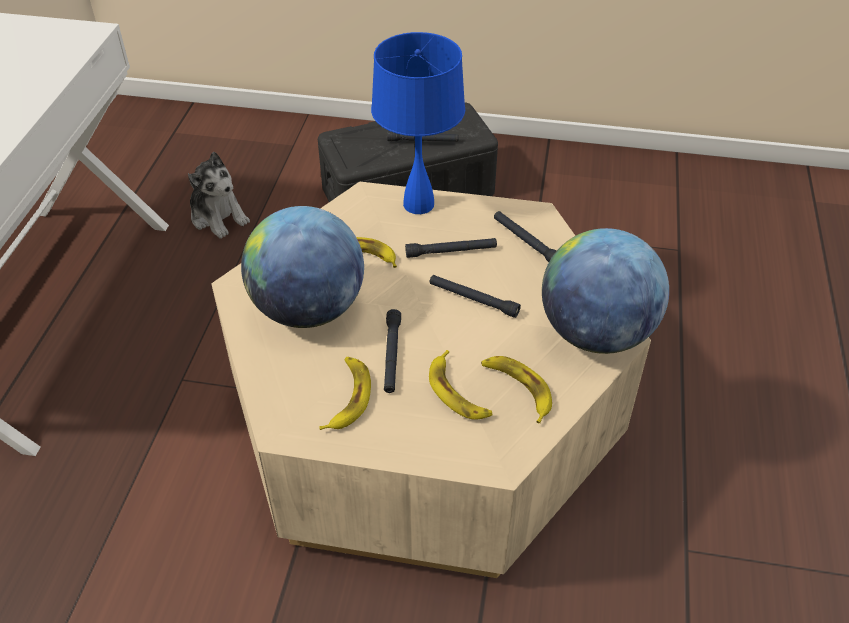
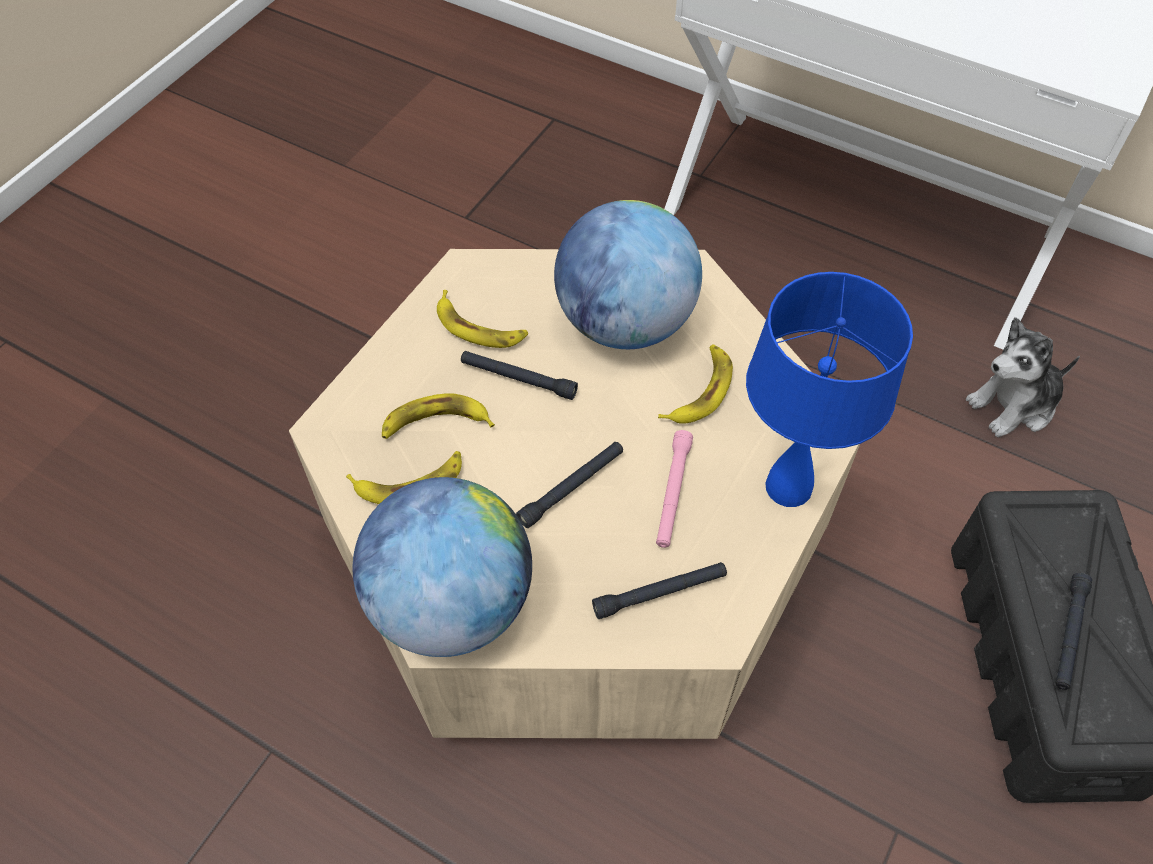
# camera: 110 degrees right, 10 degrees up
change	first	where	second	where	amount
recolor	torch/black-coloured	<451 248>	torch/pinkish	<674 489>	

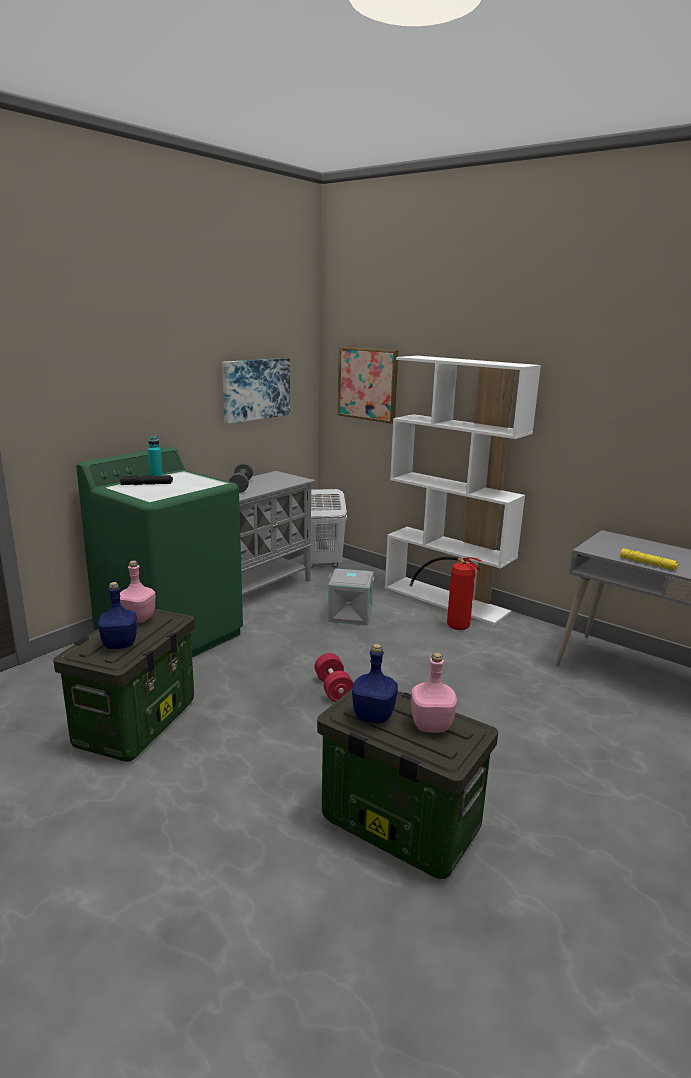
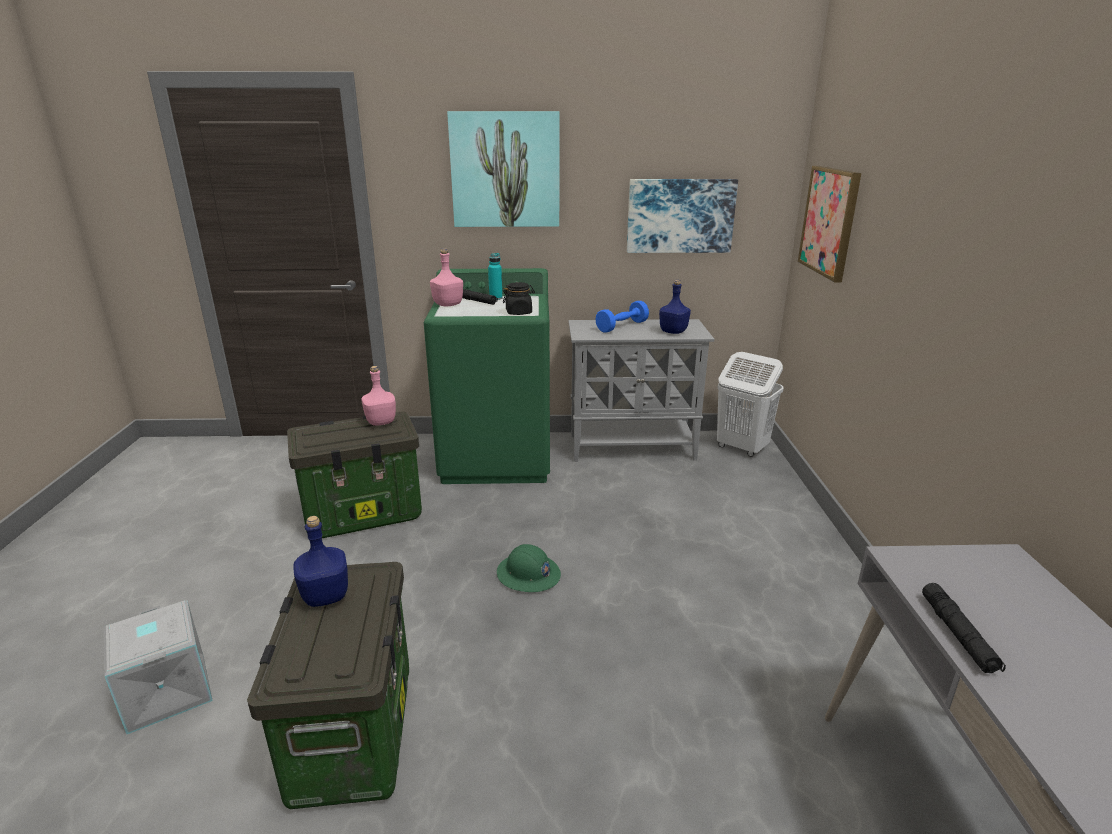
# camera: 50 degrees right, 5 degrees up
change	first	where	second	where	amount
move	storage container/greyish	<351 597>		<158 667>	
move	beverage bottle/pinkish	<434 692>		<446 277>	
insert			wall picture	<503 169>	
replace	free weight/reddish	<334 677>	safety helmet/green	<529 568>	
insert			storage jar/black-coloured	<519 298>	
recolor	free weight/greyish	<241 478>	free weight/blue	<622 317>	
move	beverage bottle/blue	<117 615>		<675 307>	
recolor	torch/yellow	<650 559>	torch/black-coloured	<964 628>	
delete	bookshelf/white	<463 490>			
delete	extinguisher	<445 593>			

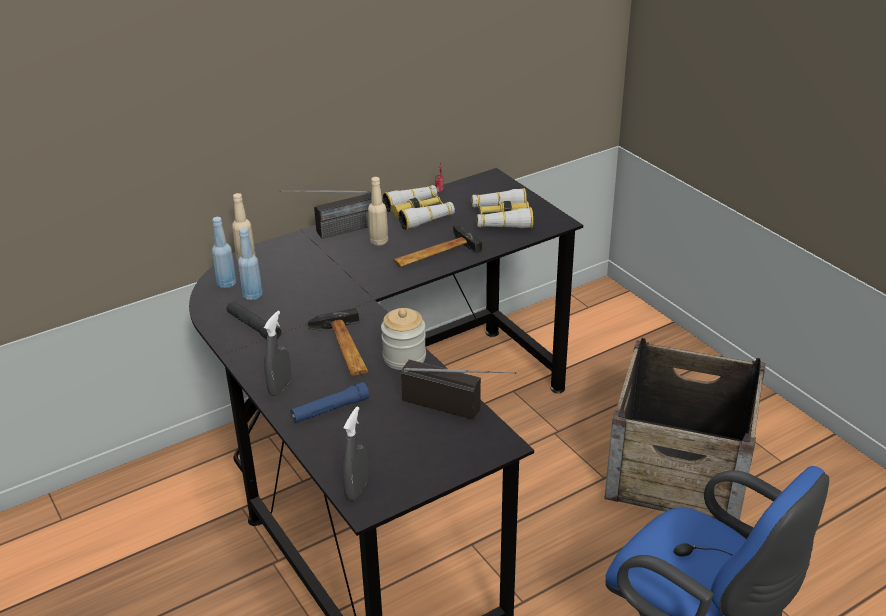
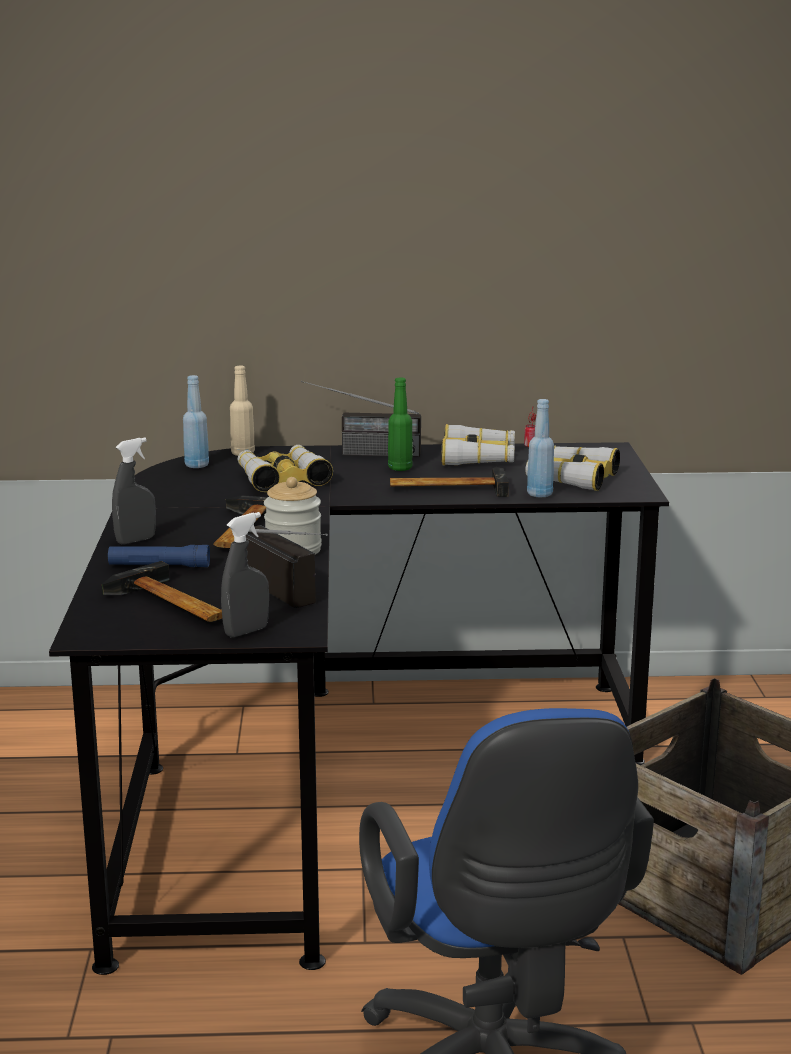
# camera: 30 degrees right, 15 degrees down
change	first	where	second	where	amount
insert			tool hammer	<162 591>	
move	sprayer/greyish	<355 454>		<245 574>	
insert			field glasses	<285 468>	
recolor	beverage bottle/beige-coloured	<378 211>	beverage bottle/green	<400 424>	
move	beverage bottle/blue	<250 264>		<540 448>	
delete	torch/black-coloured	<254 320>			

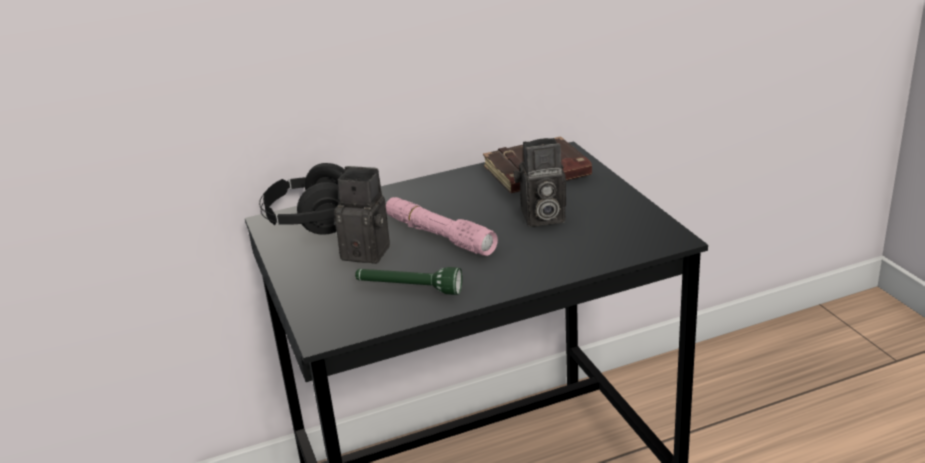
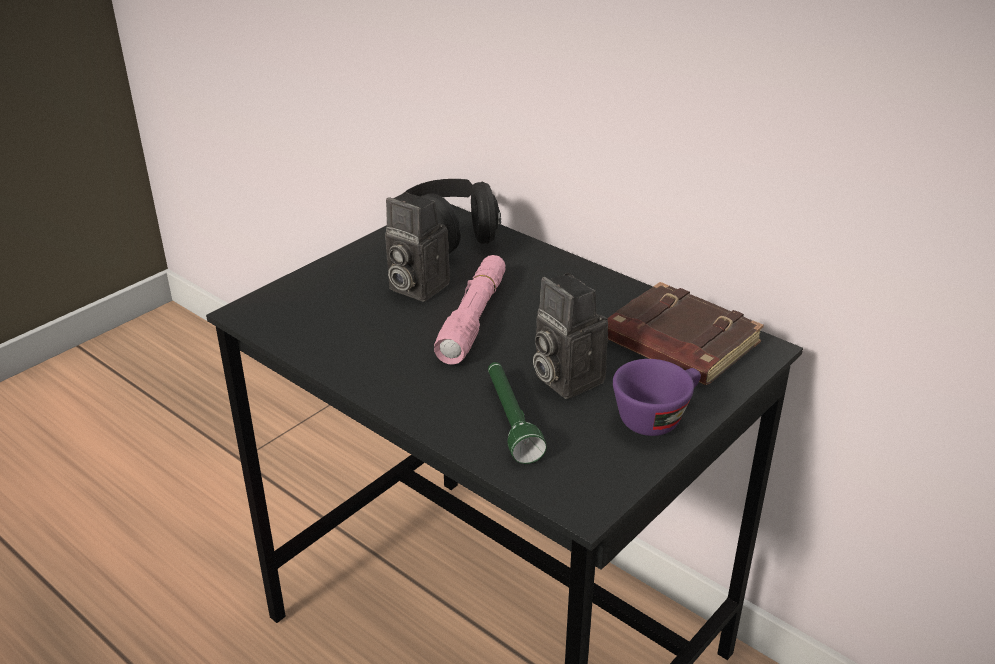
# camera: 60 degrees right, 5 degrees up
change	first	where	second	where	amount
rotate	still camera	<362 215>		<417 247>	135 degrees clockwise
move	torch/green	<408 281>		<517 413>	
insert			drinking cup/purple	<657 397>	

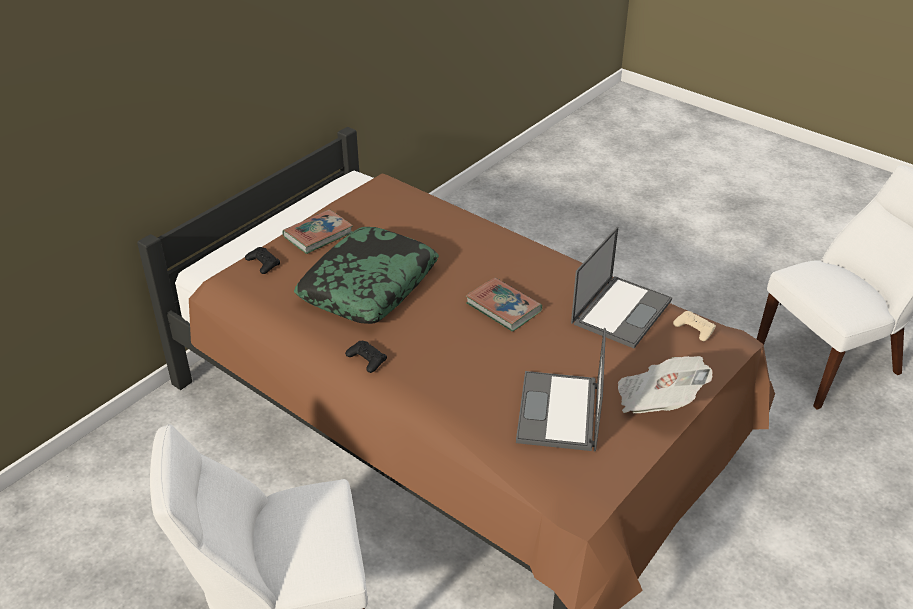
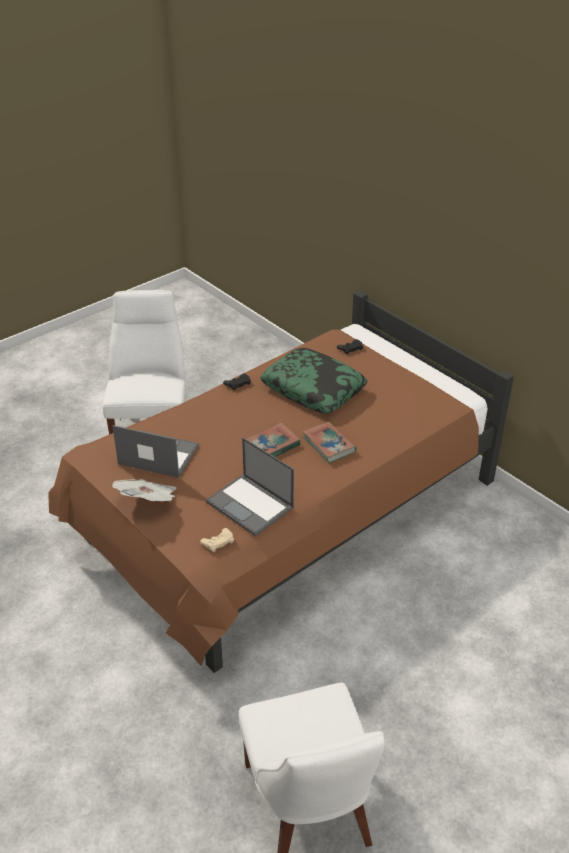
# camera: 100 degrees right, 0 degrees up
change	first	where	second	where	amount
move	volume	<317 231>		<329 442>	

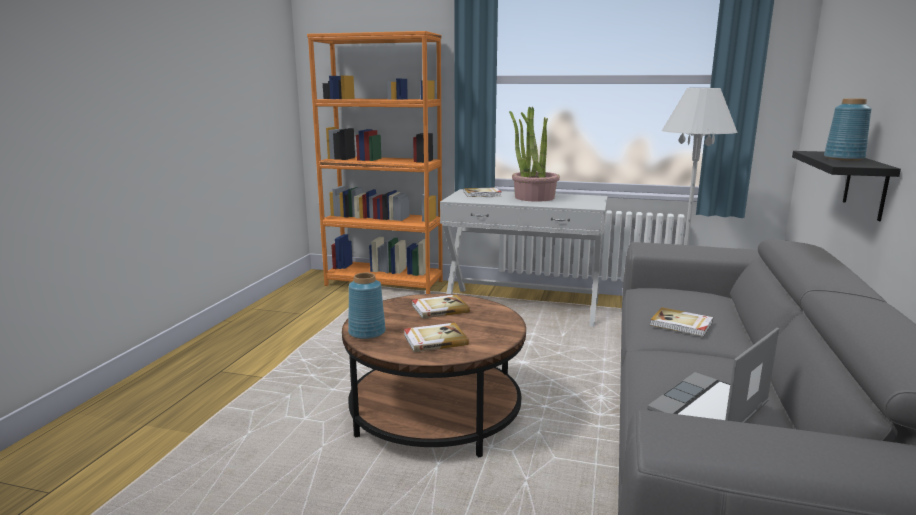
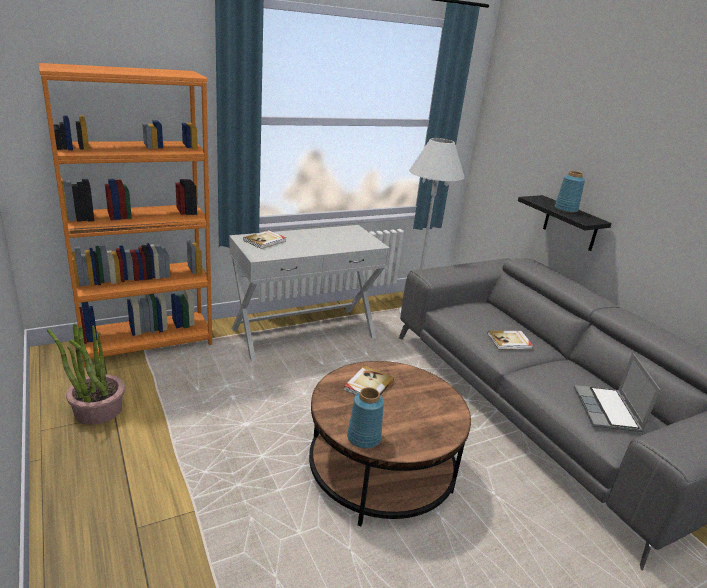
# camera: 45 degrees left, 10 degrees up
change	first	where	second	where	amount
move	houseplant	<534 154>		<86 374>	
delete	volume	<436 337>			

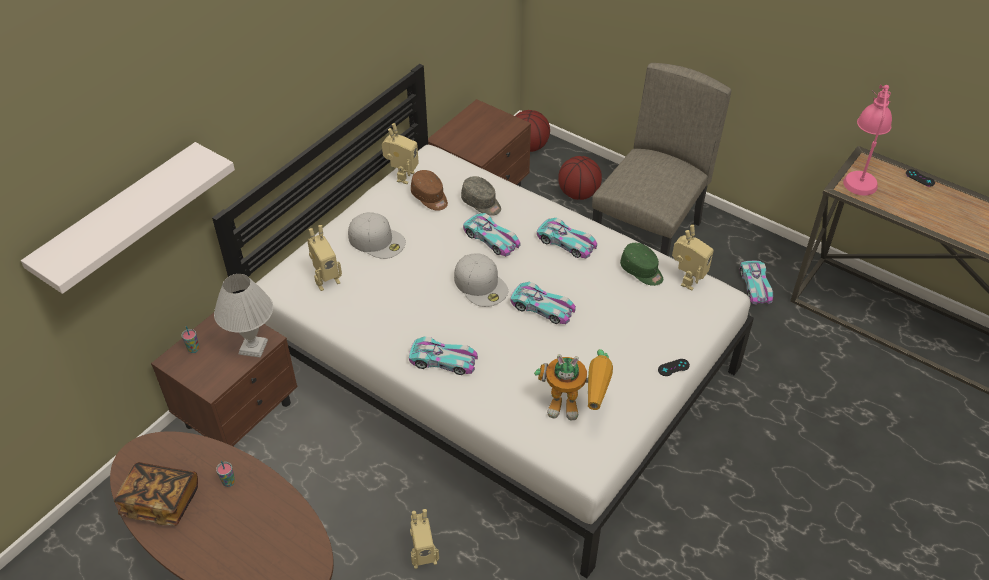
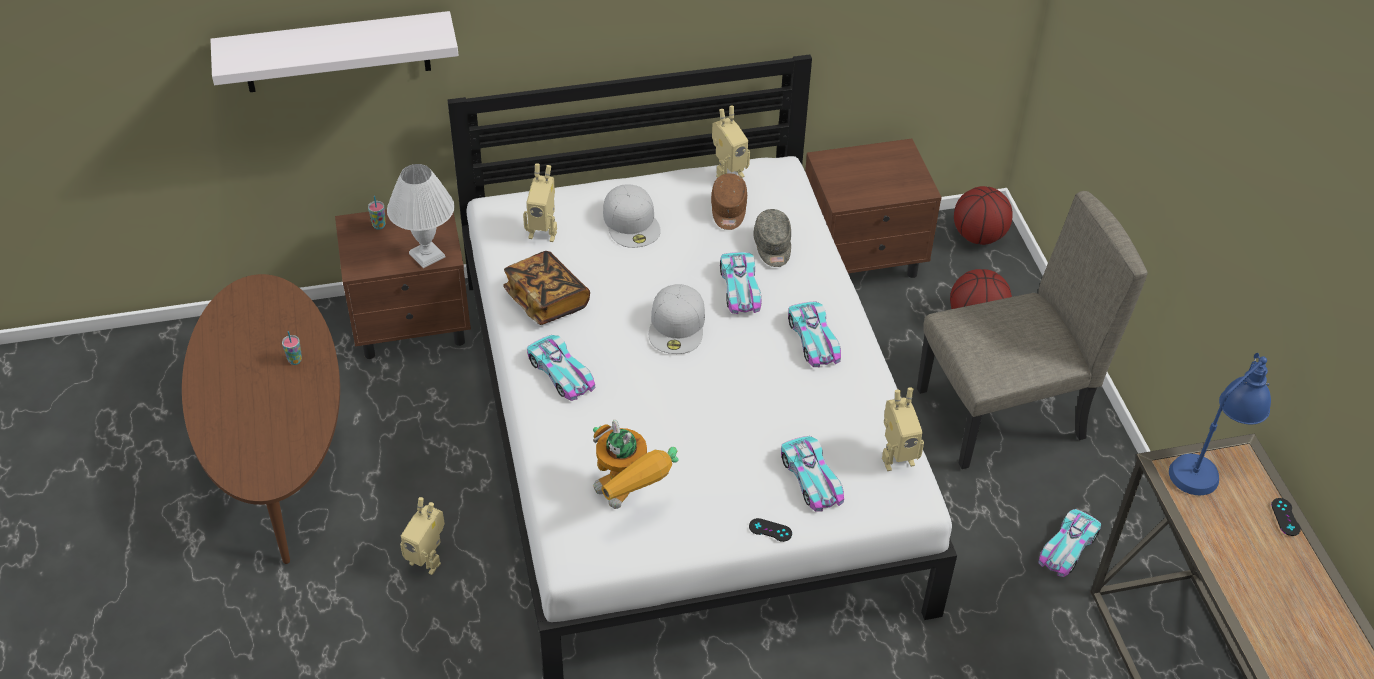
# camera: 40 degrees right, 0 degrees up
change	first	where	second	where	amount
move	volume	<156 494>		<546 288>	
move	miniature car	<543 303>		<812 474>	
recolor	lamp for a table/pinkish	<867 140>	lamp for a table/blue	<1220 424>	
delete	baseball cap/green	<641 264>			

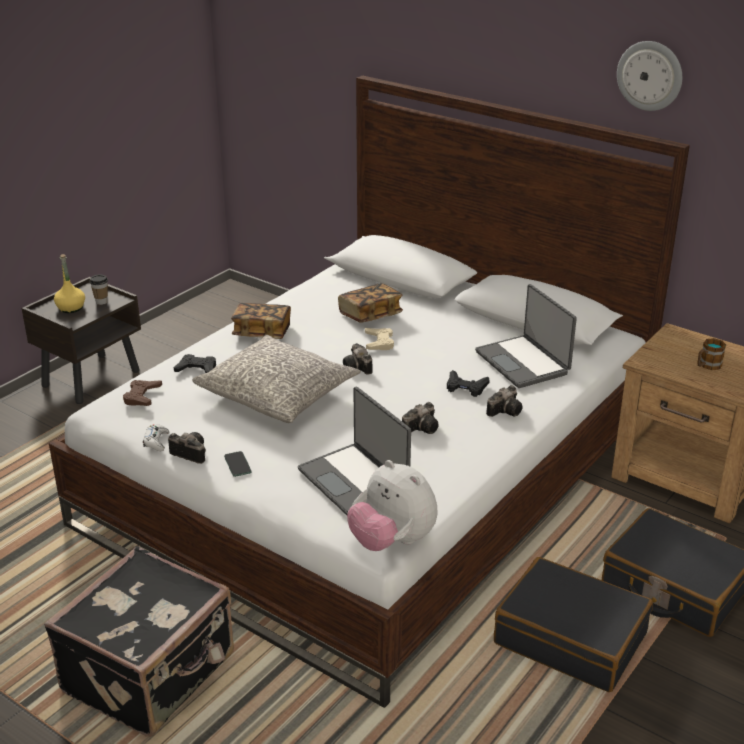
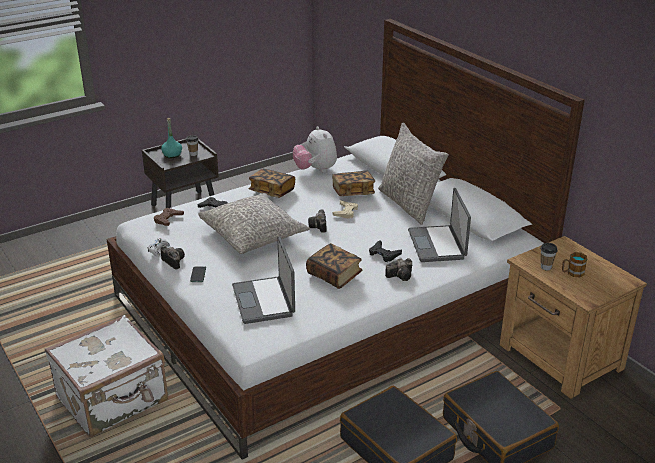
# camera: 20 degrees right, 0 degrees up
change	first	where	second	where	amount
recolor	travel case/black-coloured	<139 641>	travel case/white	<106 376>	
recolor	beverage bottle/yellow	<69 283>	beverage bottle/turquoise	<171 138>	
move	cuddly toy	<392 505>		<315 149>	
replace	still camera	<420 418>	volume	<334 266>	
insert			throw pillow/greyish	<413 174>	
insert			drinking cup	<549 256>	
delete	hanging clock	<649 76>			

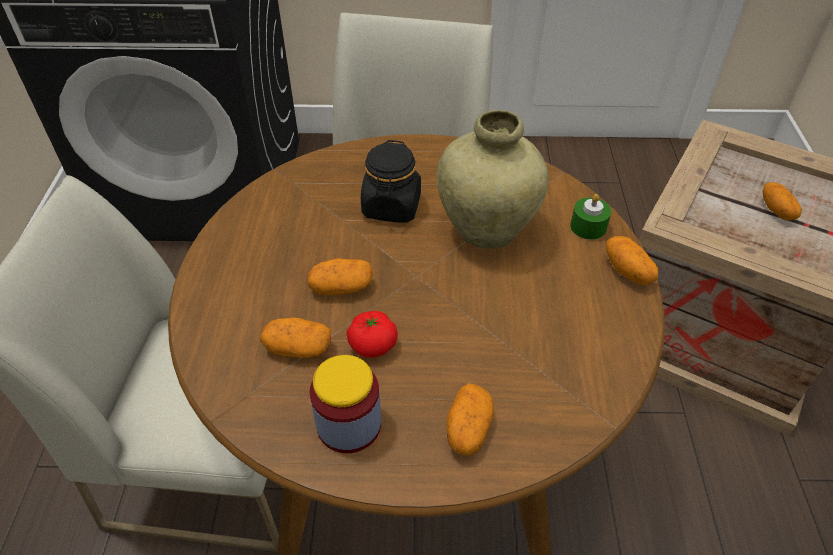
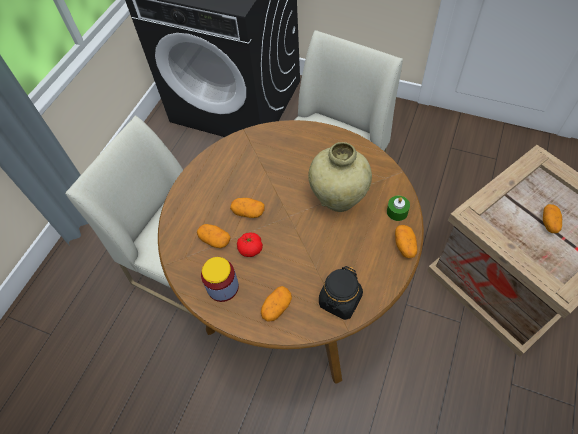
# camera: 25 degrees right, 10 degrees up
change	first	where	second	where	amount
move	storage jar/black-coloured	<391 181>		<341 293>	

